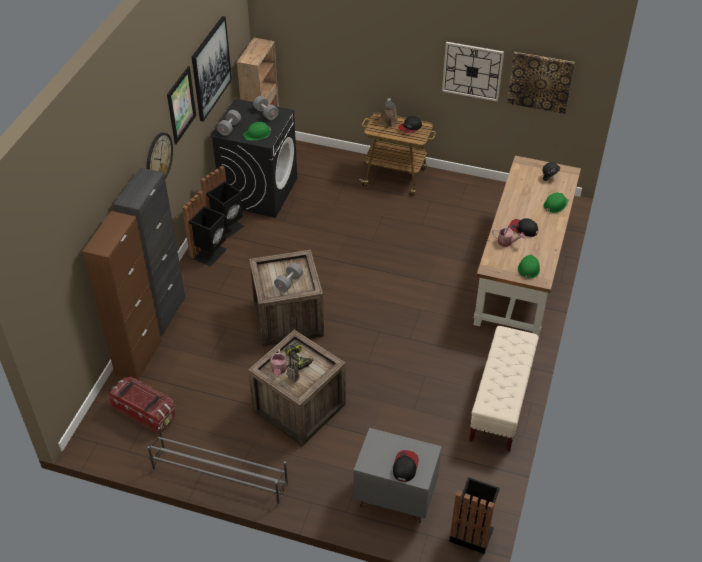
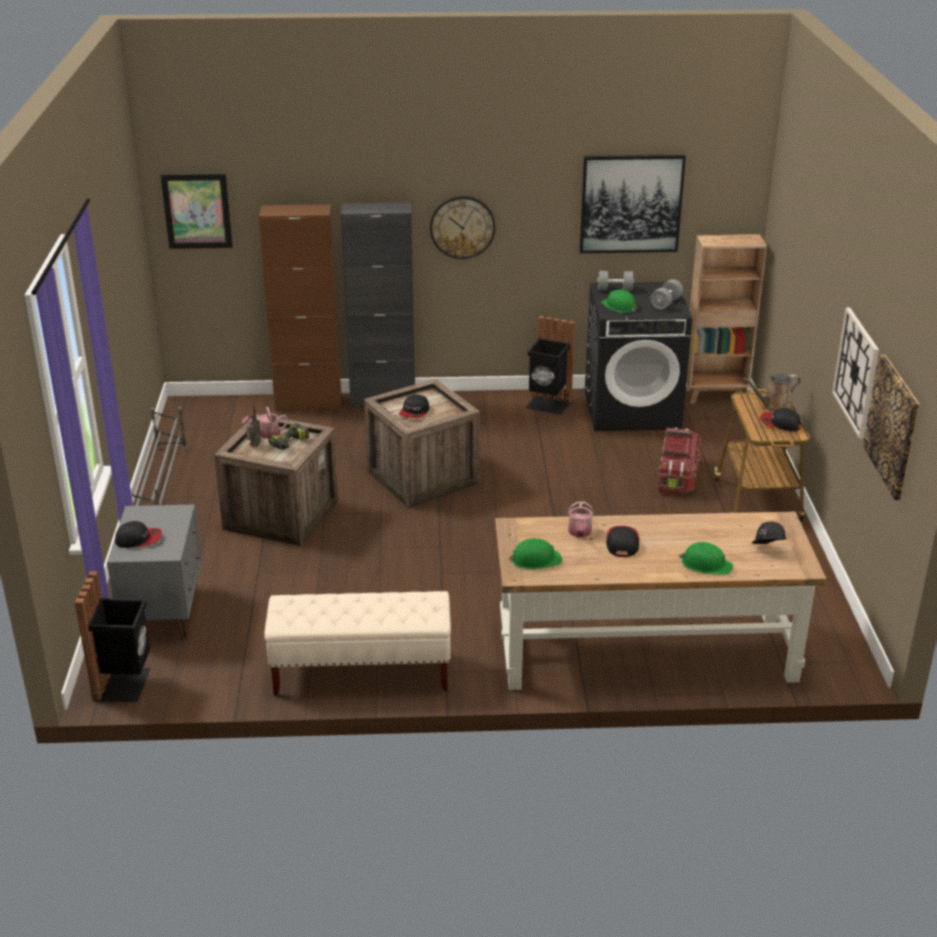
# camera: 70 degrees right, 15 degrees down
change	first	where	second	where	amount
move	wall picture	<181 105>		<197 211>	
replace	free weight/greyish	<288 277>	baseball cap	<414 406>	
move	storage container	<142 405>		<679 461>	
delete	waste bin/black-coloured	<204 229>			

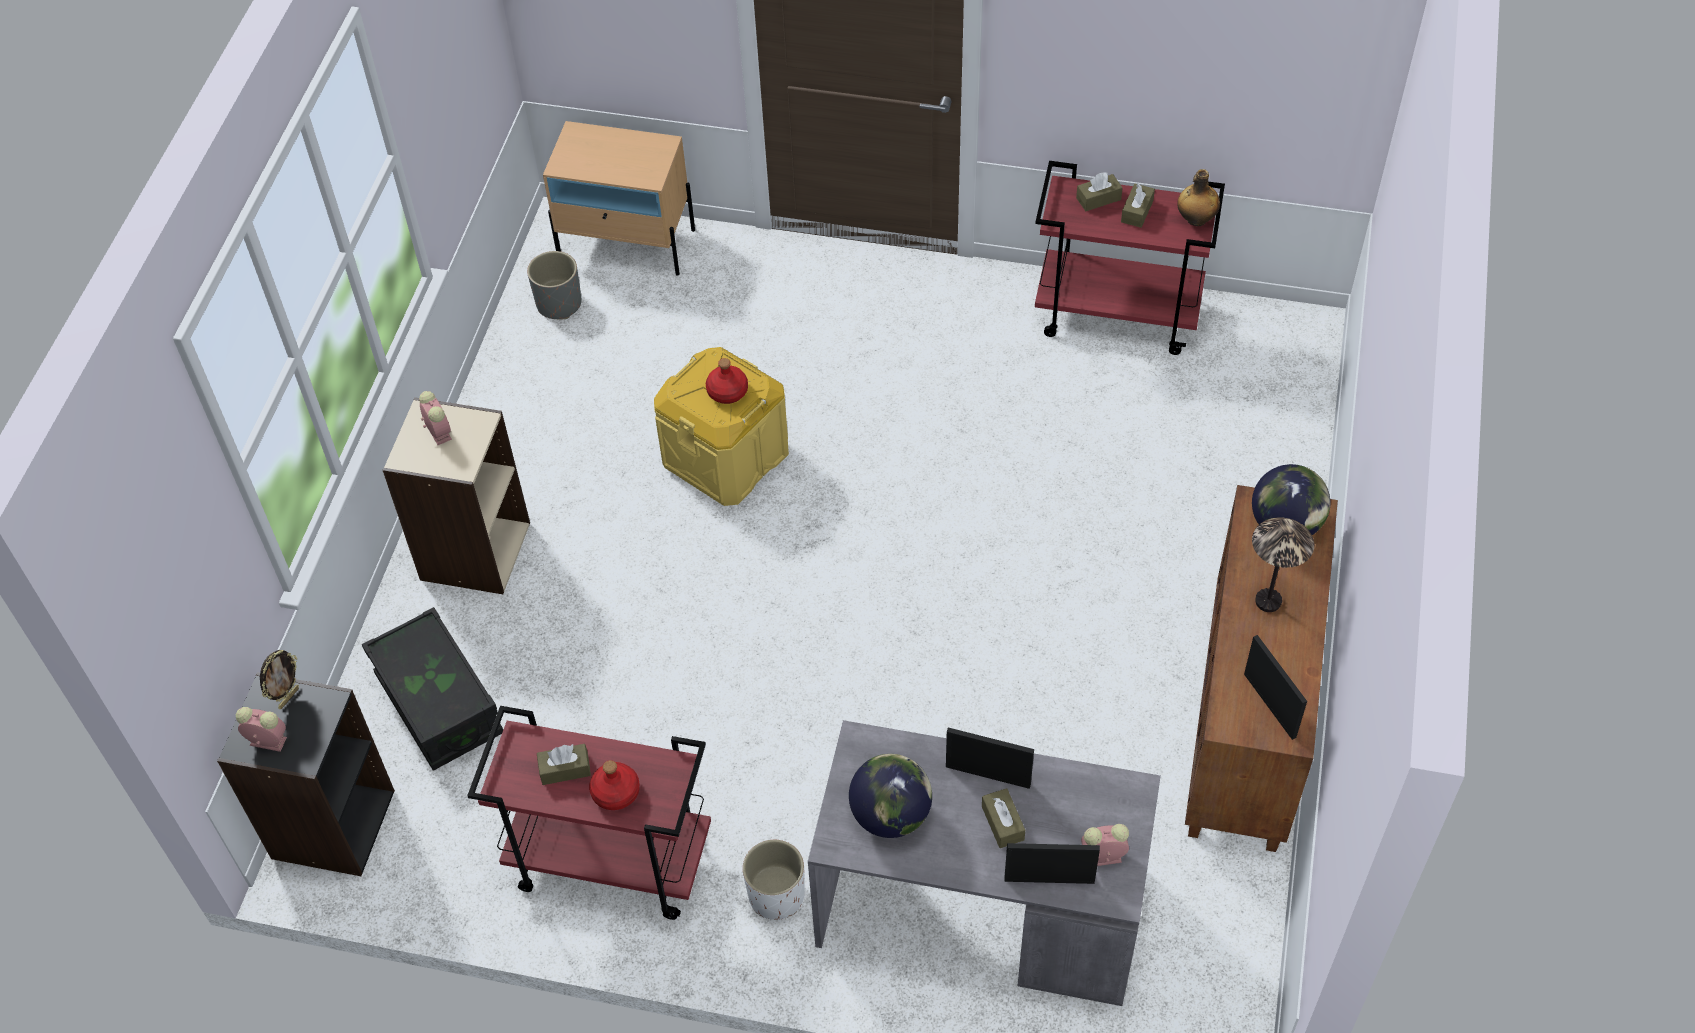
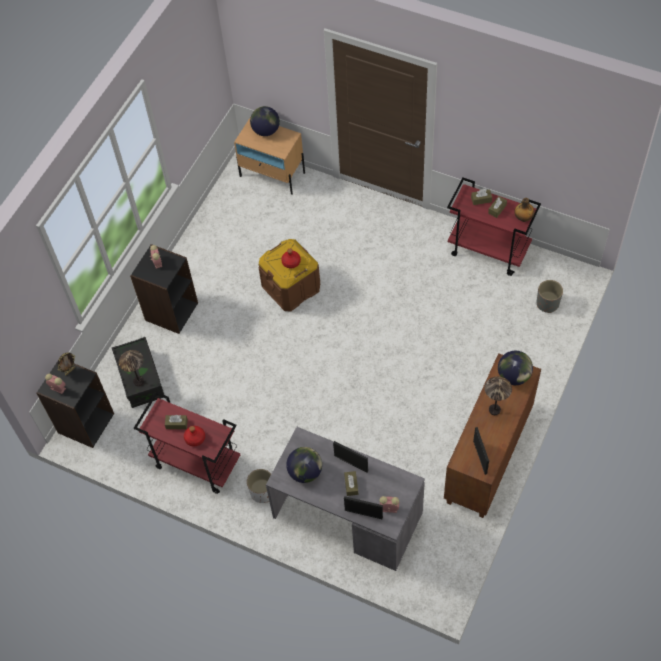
# camera: 15 degrees right, 5 degrees up
change	first	where	second	where	amount
insert			lamp for a table	<131 368>	
recolor	bookshelf/beige-coloured	<456 495>	bookshelf/black-coloured	<164 289>	
insert			desk globe	<265 121>	
recolor	storage container/yellow	<721 426>	storage container/brown-coloured	<289 275>	
move	flower pot/greyish	<554 285>		<550 296>	

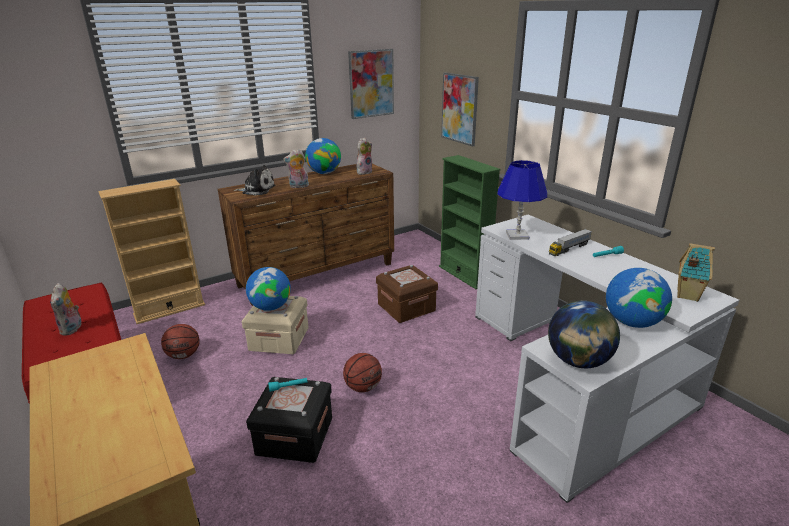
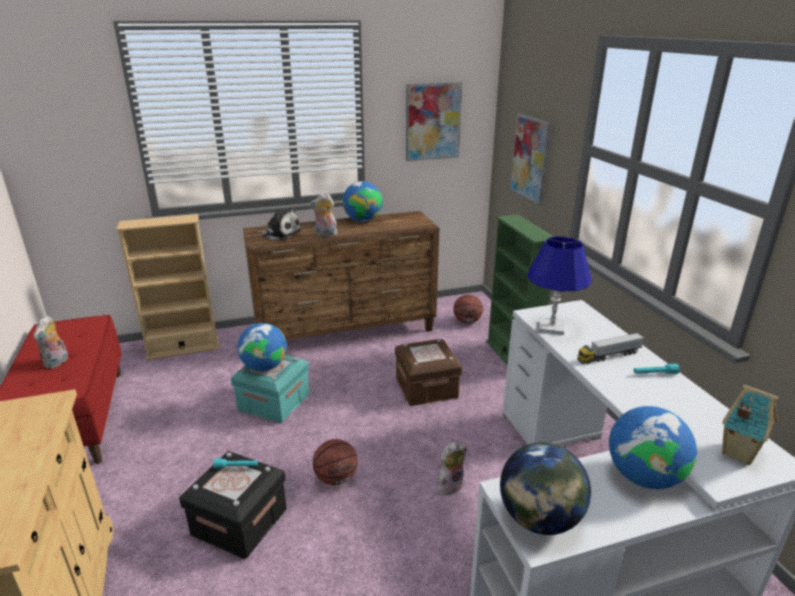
# camera: 15 degrees right, 0 degrees up
change	first	where	second	where	amount
recolor	storage container/beige-coloured	<275 325>	storage container/turquoise	<269 389>	
move	cuddly toy	<364 156>		<452 468>	
move	ball for basketball	<180 341>		<468 309>	

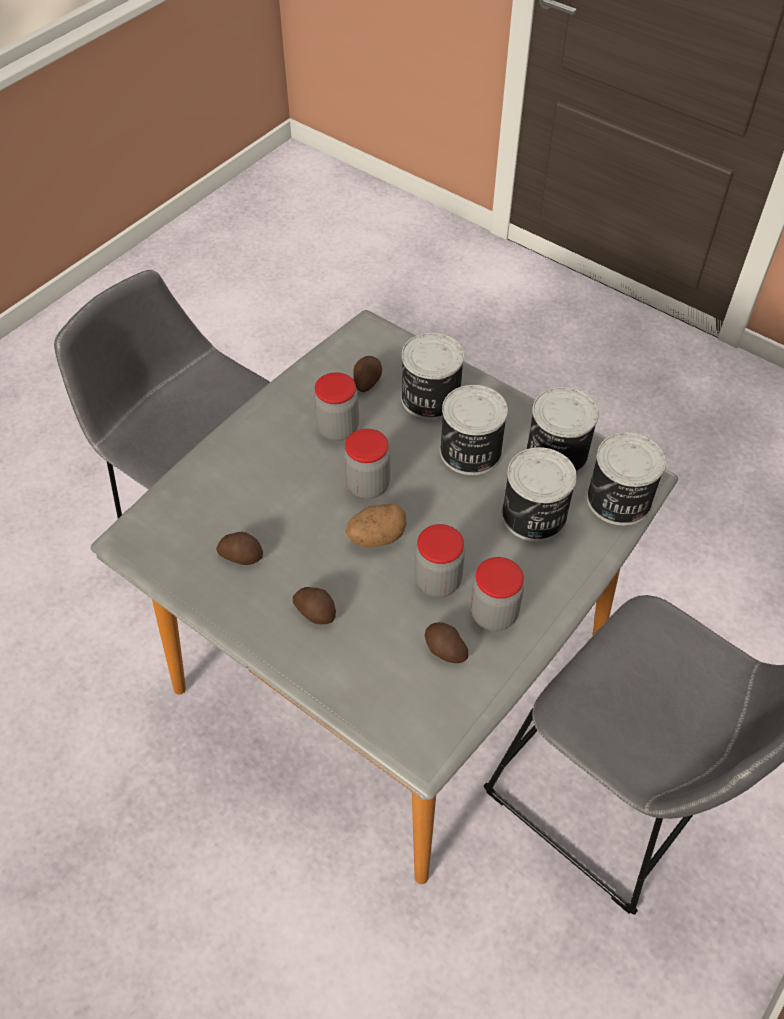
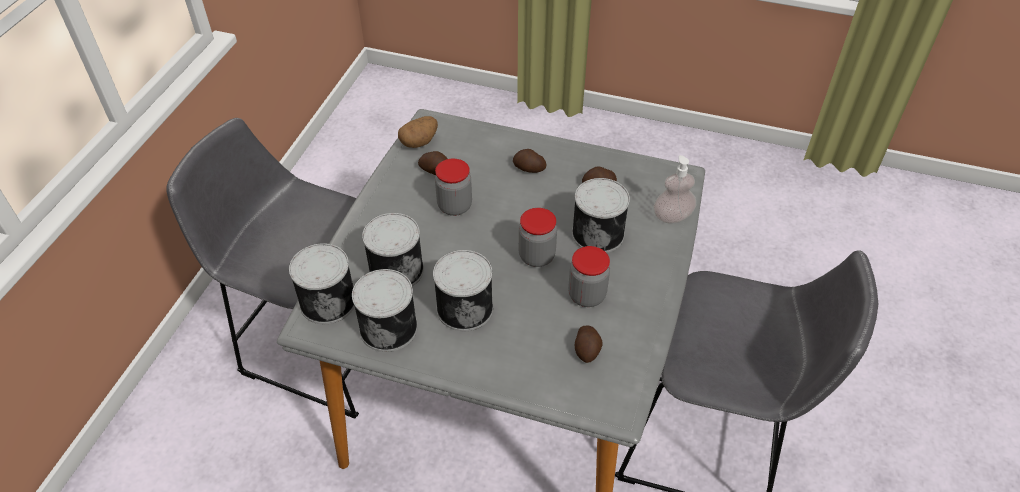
# camera: 160 degrees right, 5 degrees down
change	first	where	second	where	amount
move	potato	<376 525>		<418 132>	
move	metal can	<432 376>		<601 215>	
insert			soap bottle	<674 189>	
delete	storage jar	<497 594>			

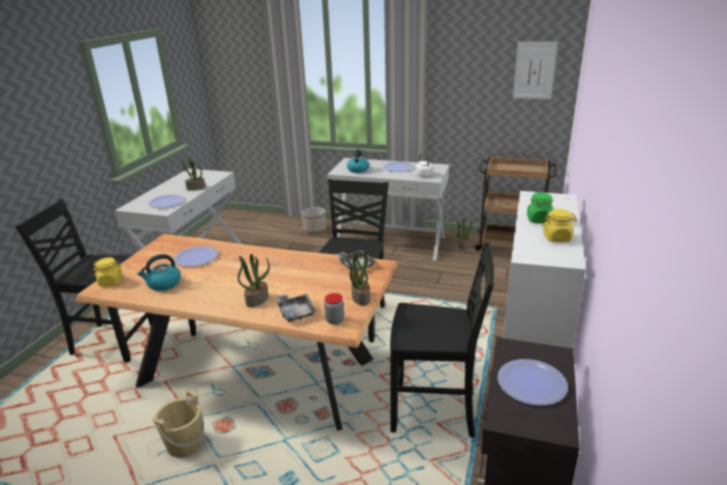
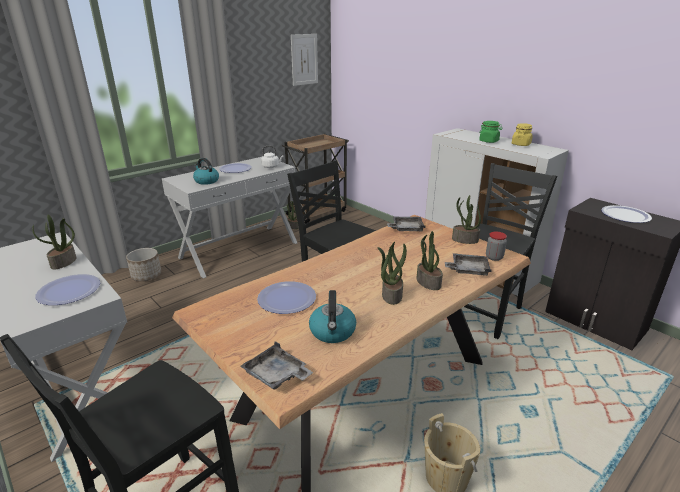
# camera: 60 degrees left, 0 degrees up
change	first	where	second	where	amount
replace	storage jar/yellow	<108 271>	carrying tray/greyish	<277 365>	
insert			houseplant	<392 273>	

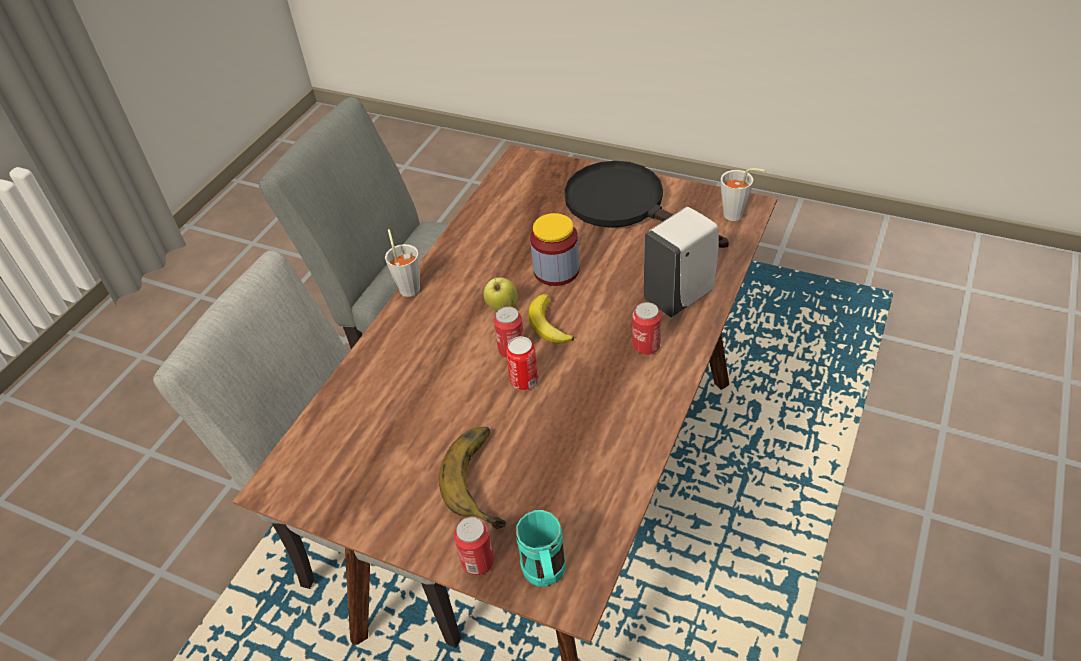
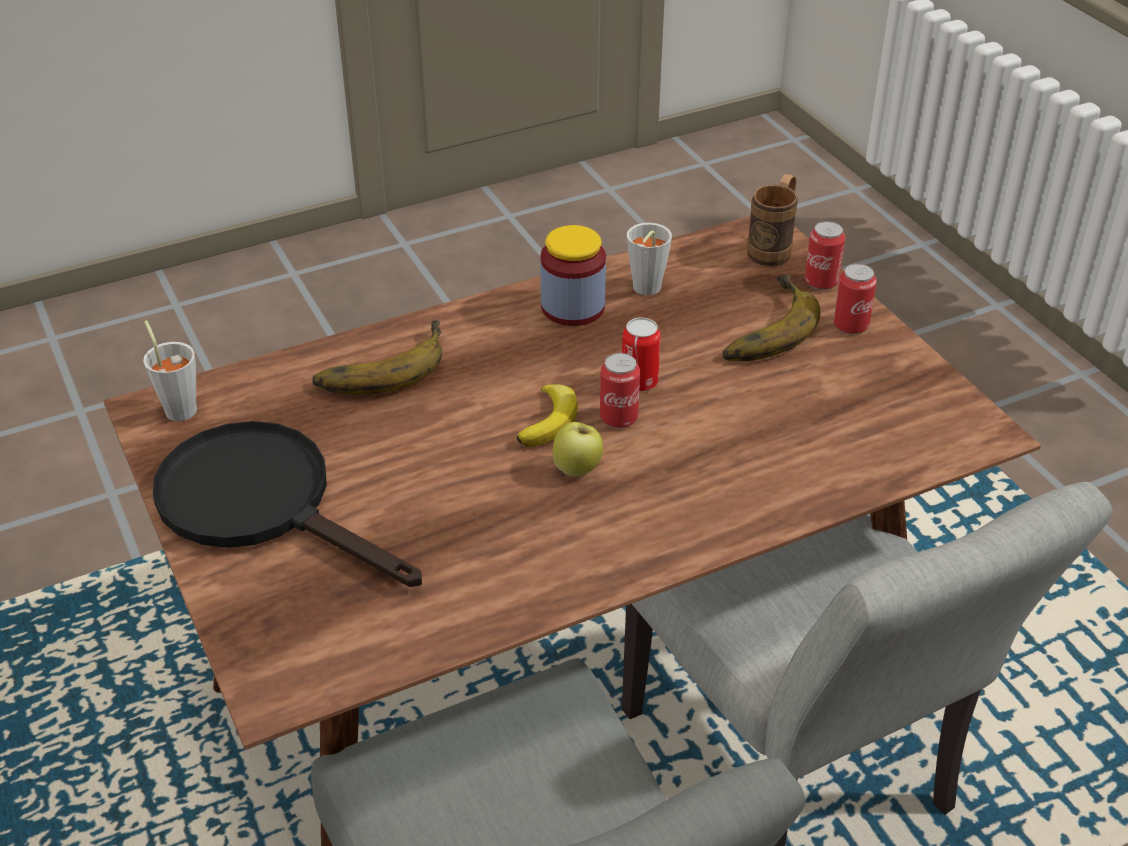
# camera: 145 degrees left, 5 degrees down
change	first	where	second	where	amount
rotate	pan/black-coloured	<646 204>		<287 504>	135 degrees clockwise
replace	soap bottle/white	<681 262>	banana	<377 357>	
move	storage jar	<555 249>		<573 275>	
move	drinking cup/greyish	<402 263>		<649 259>	
recolor	tea mug/turquoise	<541 548>	tea mug/brown-coloured	<772 220>	
move	metal can	<646 328>		<855 299>	

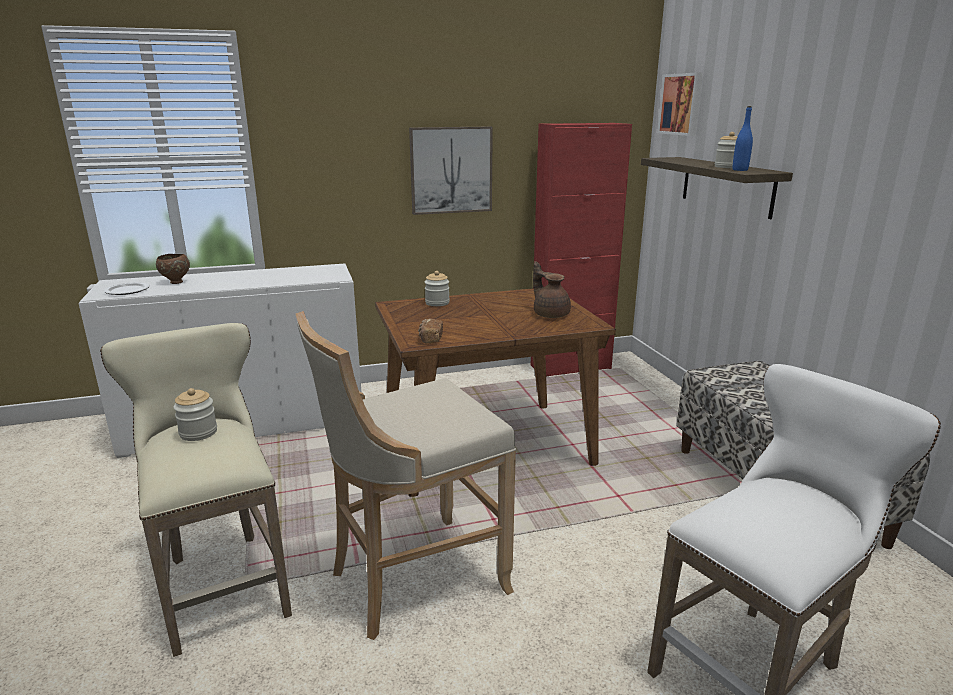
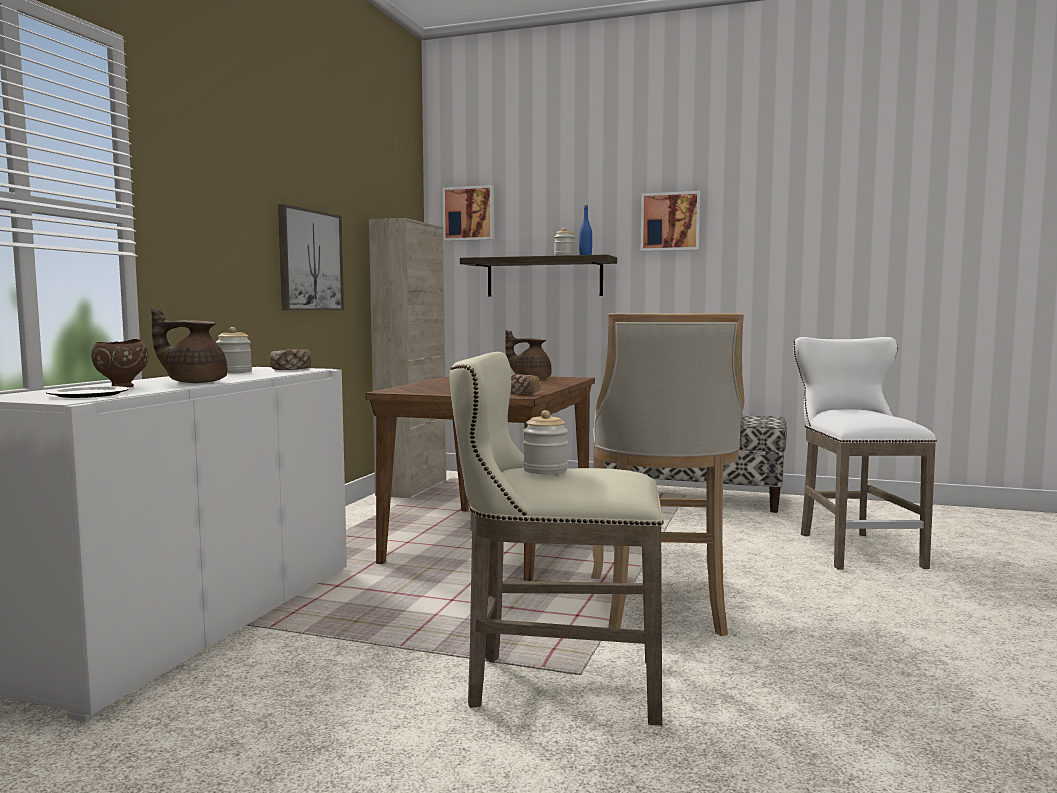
# camera: 55 degrees left, 15 degrees down
change	first	where	second	where	amount
insert			teapot/brown-coloured	<189 345>	
move	storage jar	<437 288>		<234 350>	
insert			baked bread	<290 359>	
recolor	cupboard/reddish	<581 249>	cupboard/beige-coloured	<407 358>	
insert			wall picture	<670 221>	

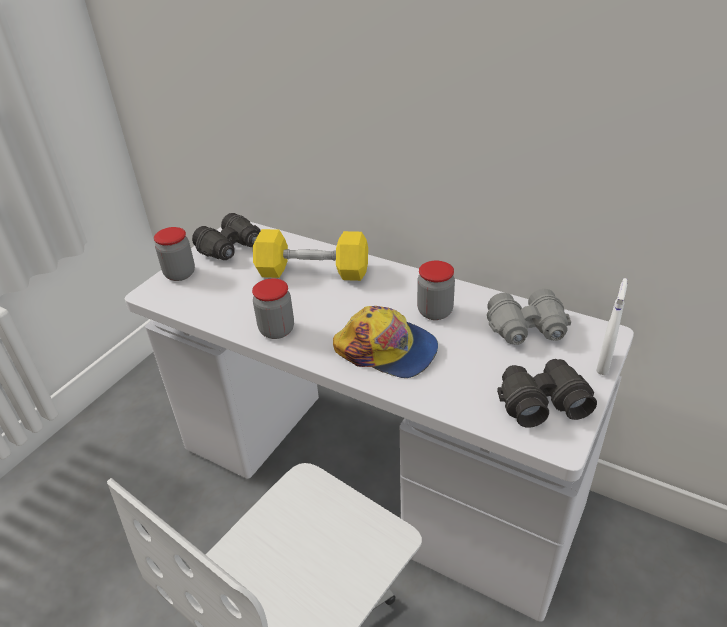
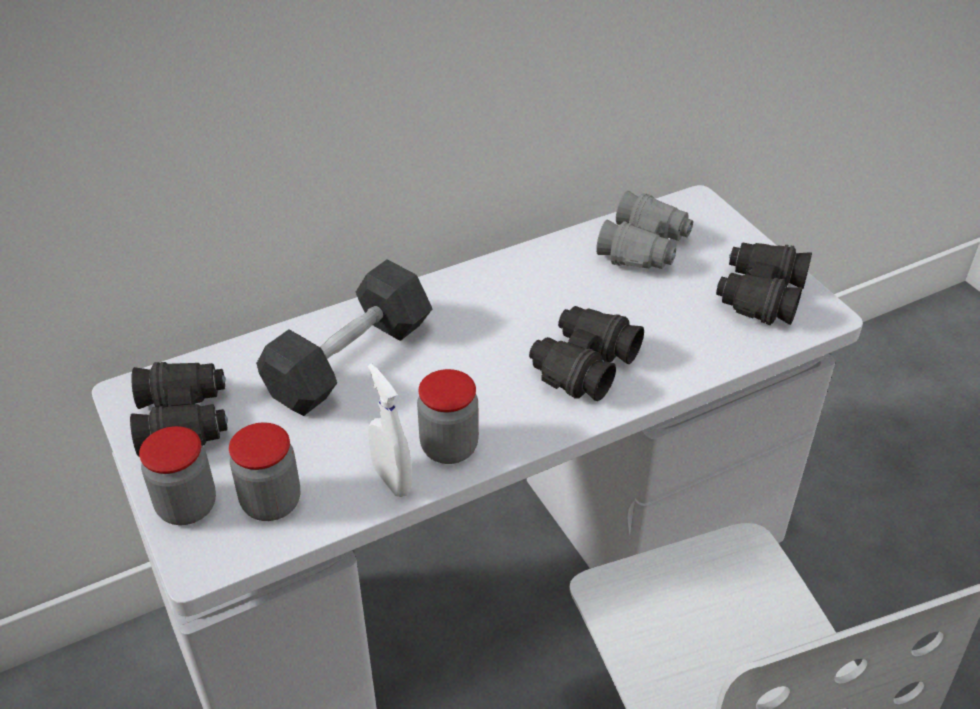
# camera: 60 degrees left, 5 degrees up
change	first	where	second	where	amount
move	storage jar	<436 290>		<264 471>	
recolor	free weight/yellow	<310 255>	free weight/greyish	<344 337>	
move	sprayer/white	<611 326>		<390 430>	
replace	baseball cap	<385 342>	field glasses/black-coloured	<586 353>	

